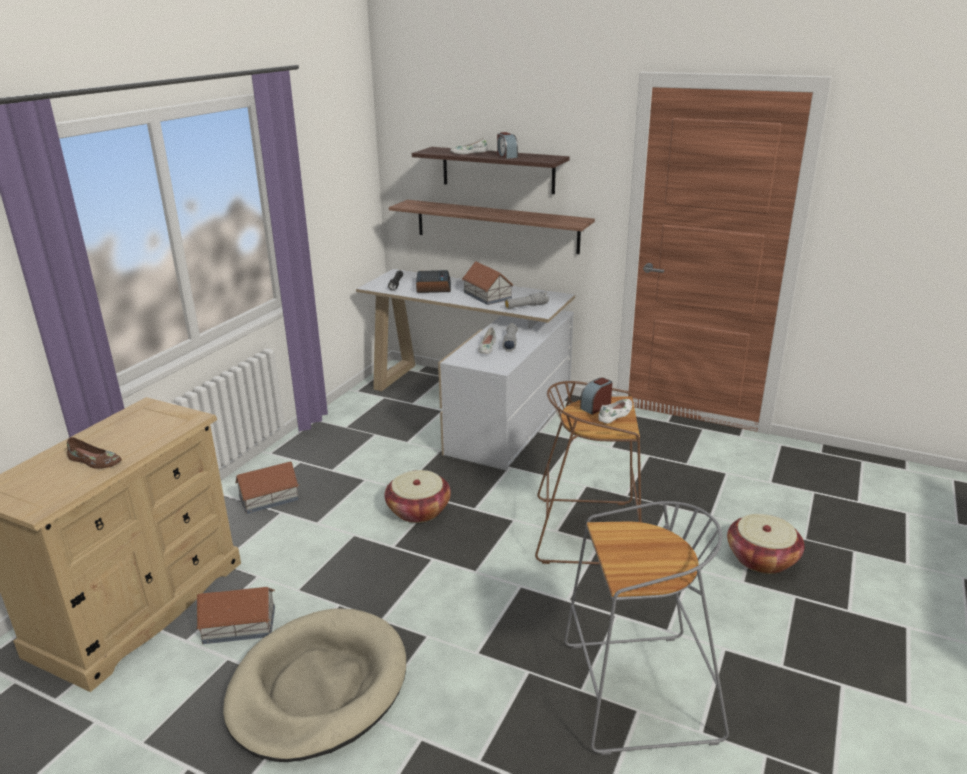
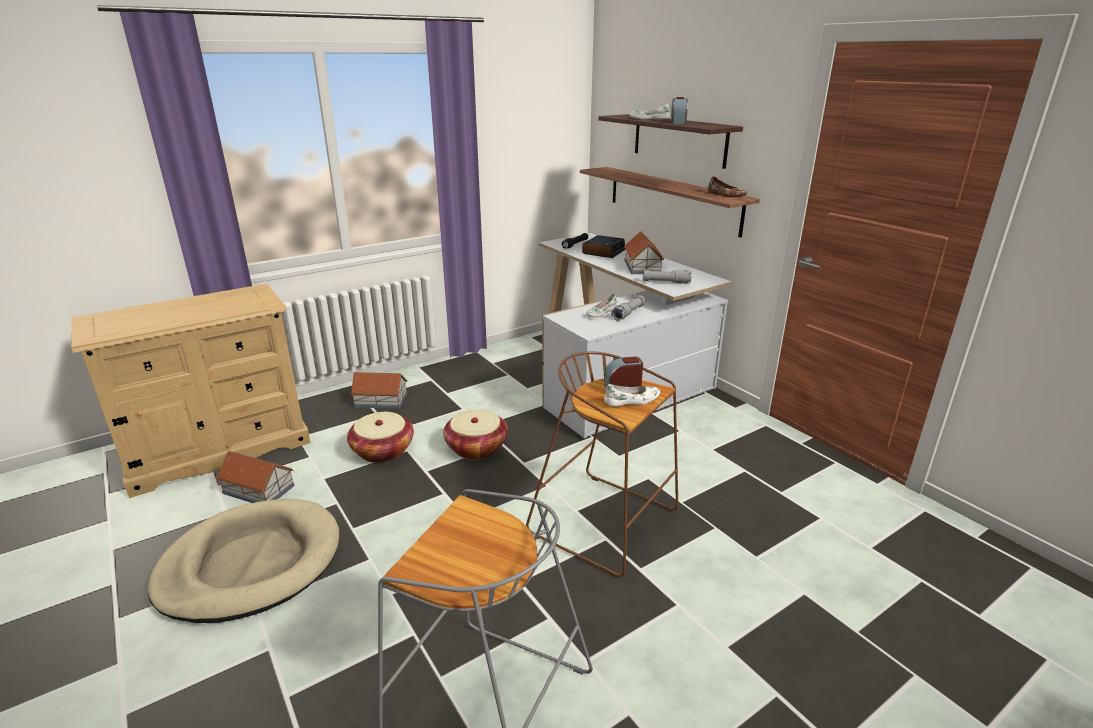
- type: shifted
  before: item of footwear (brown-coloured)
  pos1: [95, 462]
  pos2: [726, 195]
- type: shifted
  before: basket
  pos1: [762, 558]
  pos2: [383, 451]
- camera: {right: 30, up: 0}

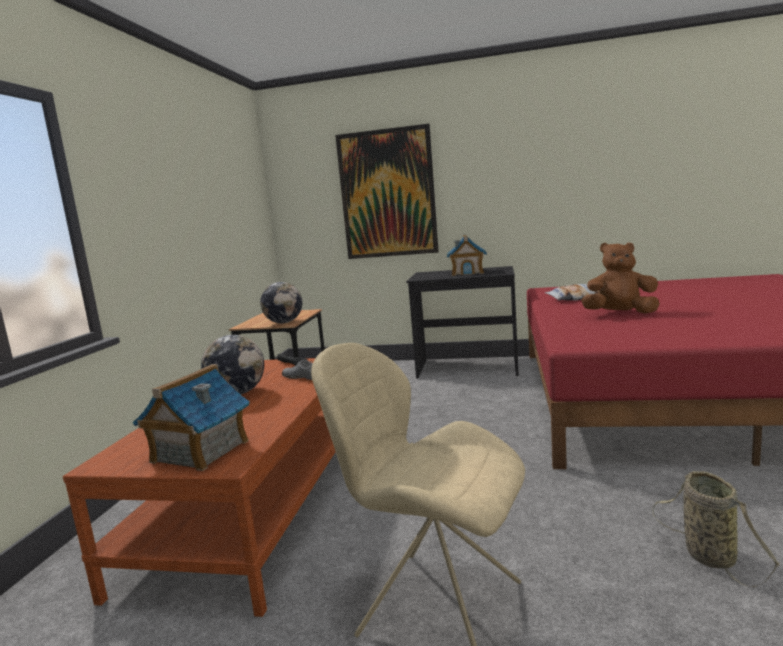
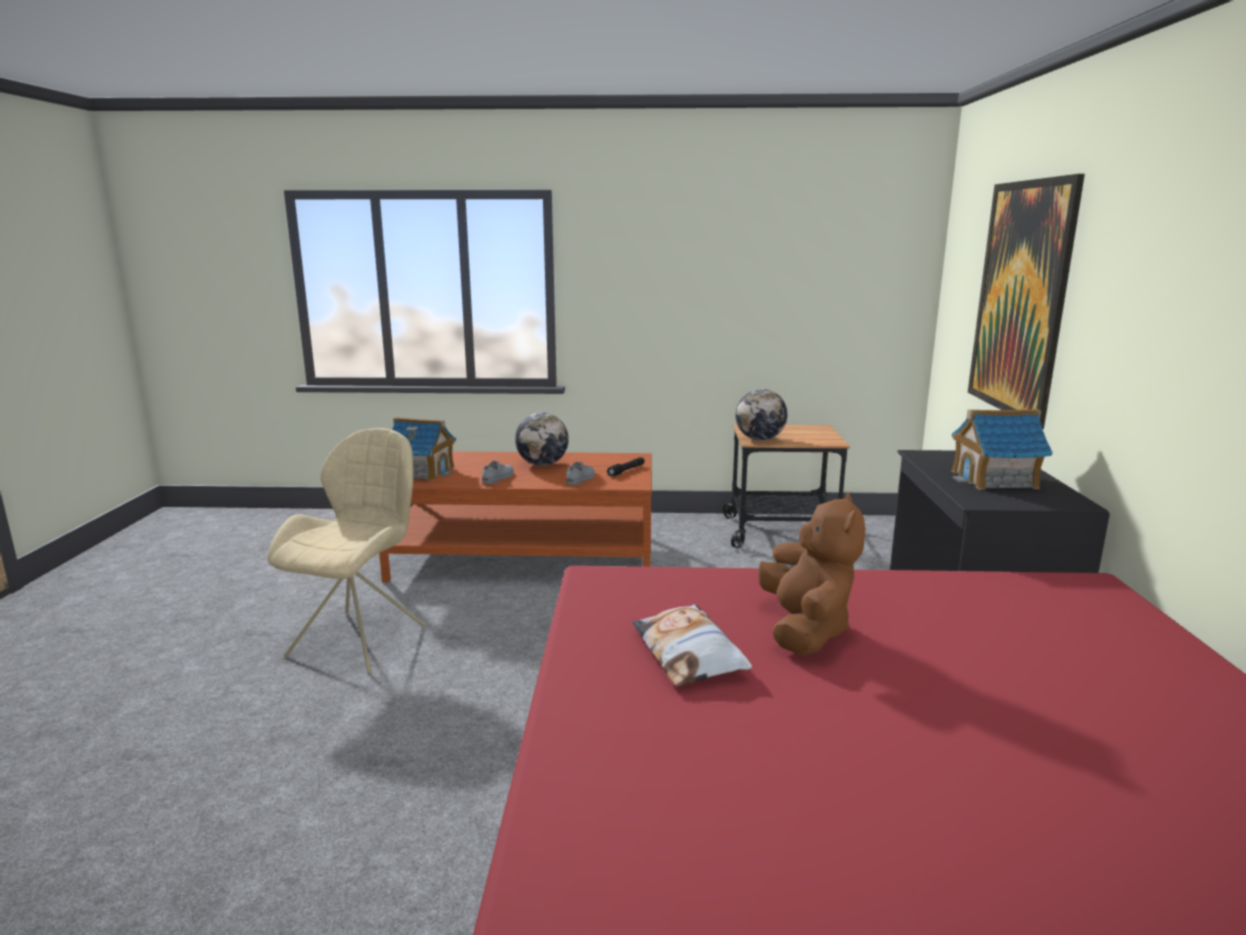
- type: shifted
  before: throw pillow
  pos1: [576, 298]
  pos2: [689, 653]
- type: gone
  before: basket
  pos1: [706, 554]
- type: new
  after: item of footwear (gray)
  pos2: [498, 478]
- camera: {right: 80, up: 5}

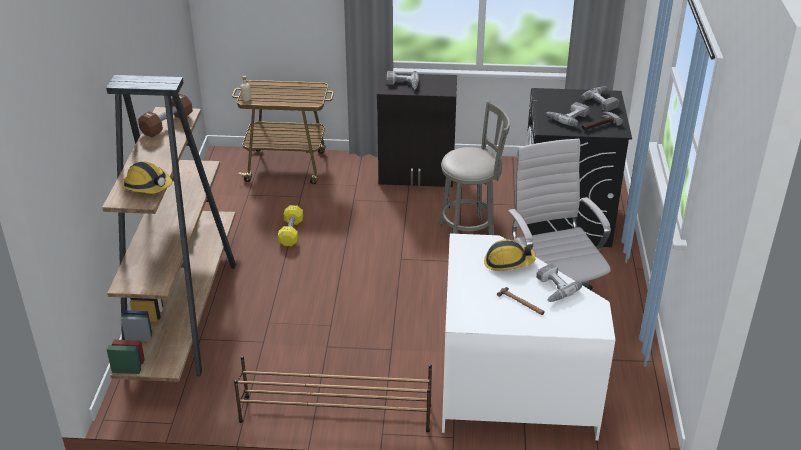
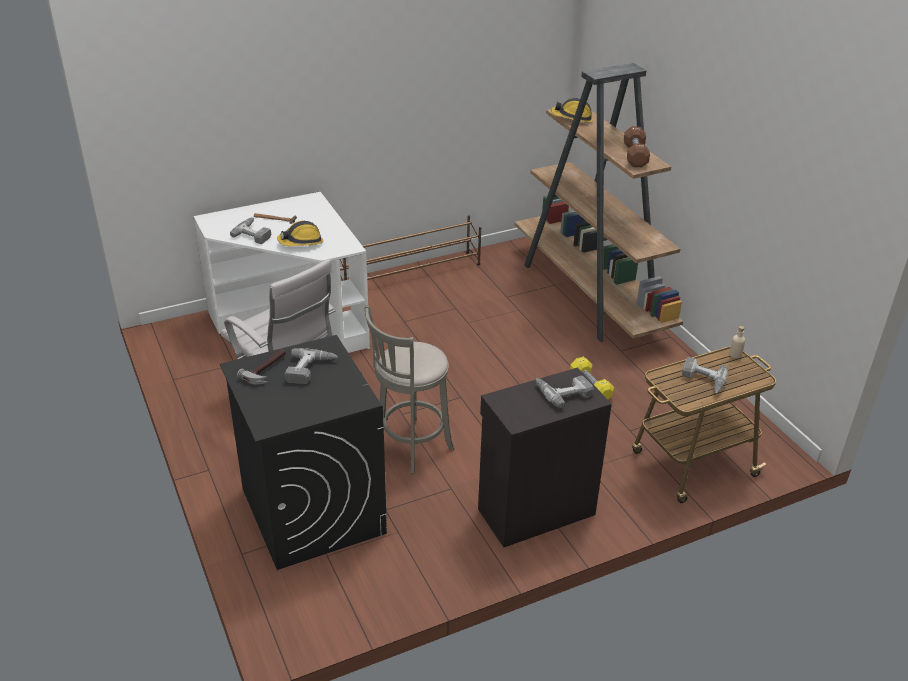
- type: shifted
  before: power drill
  pos1: [603, 101]
  pos2: [703, 380]
- camera: {right: 150, up: 0}

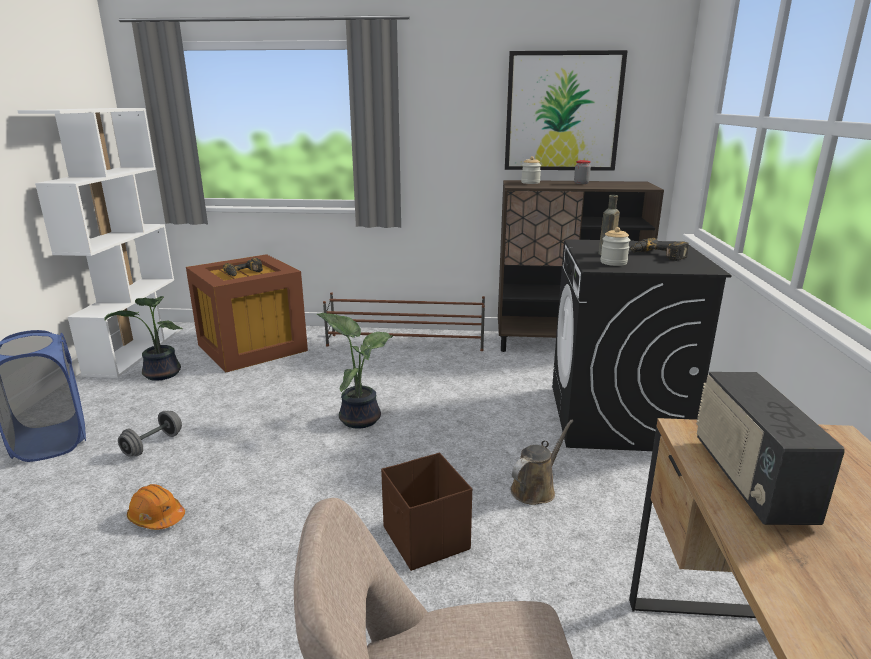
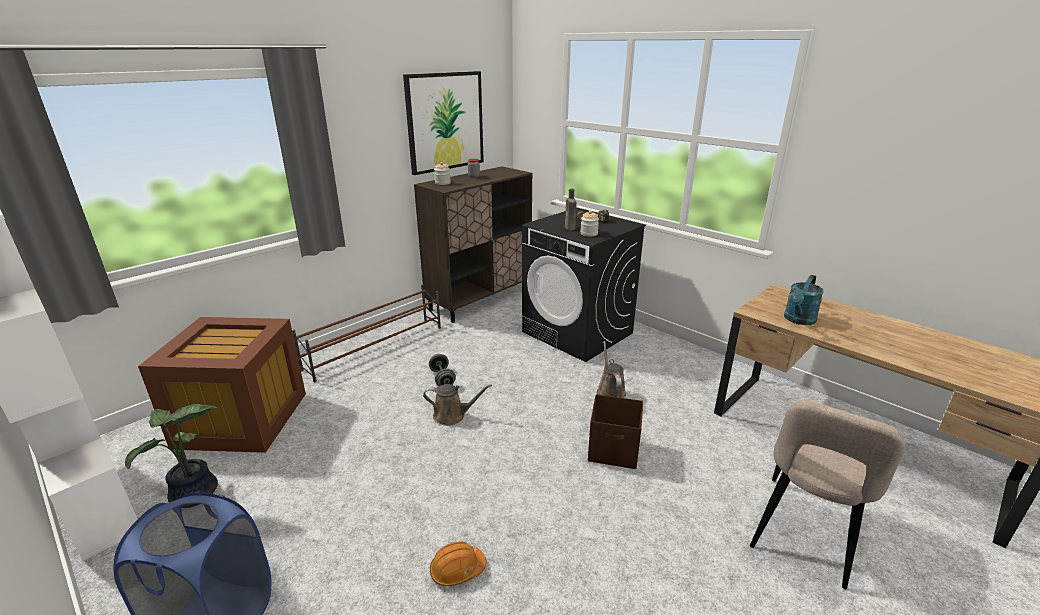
- type: shifted
  before: hand weight (gray)
  pos1: [153, 445]
  pos2: [442, 379]
- type: gone
  before: power drill
  pos1: [244, 273]
- type: swapped
  before: potted plant
  after: watering can (brown-coloured)
  pos1: [359, 418]
  pos2: [452, 415]
- type: swapped
  before: radio
  after: watering can (turquoise)
  pos1: [748, 480]
  pos2: [798, 320]
- camera: {right: -50, up: 5}

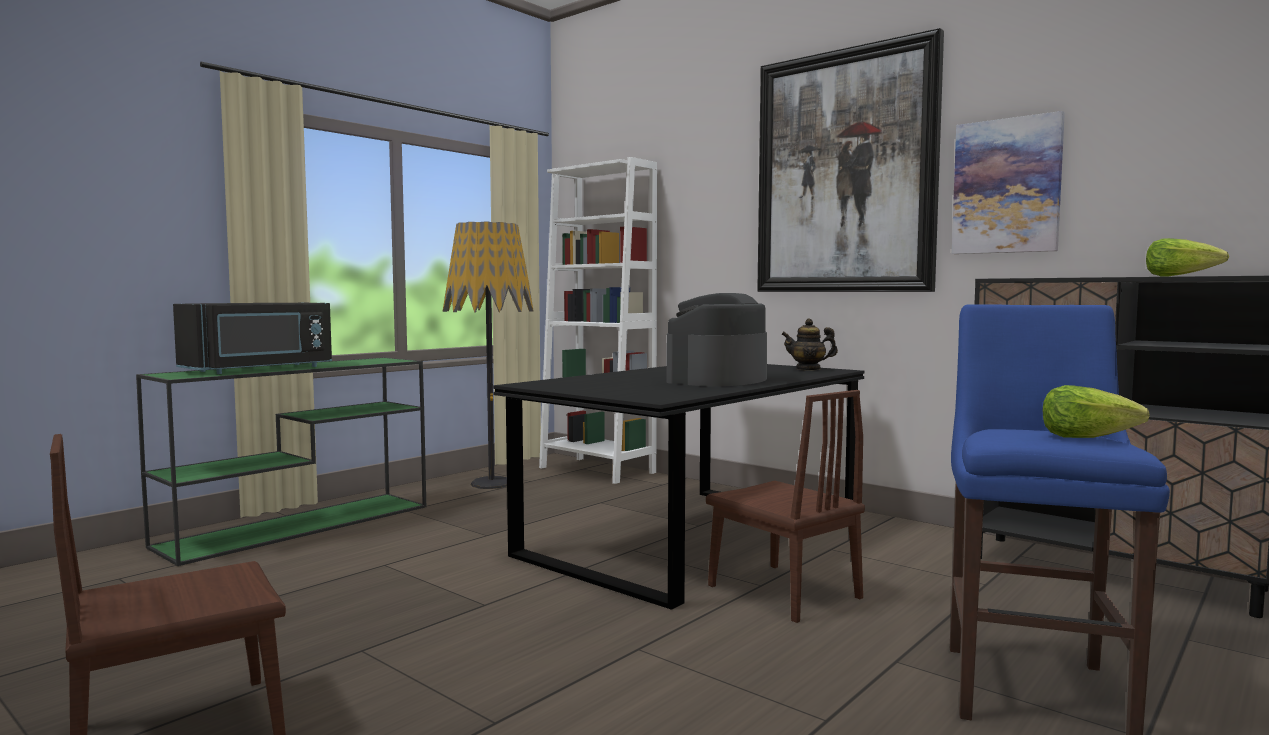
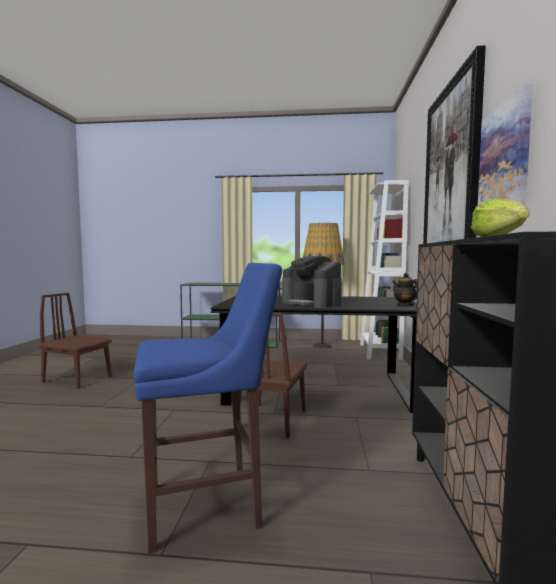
- type: gone
  before: microwave oven (black)
  pos1: [260, 369]
- type: rotated
  before: coffee machine
  pos1: [717, 380]
  pos2: [312, 303]
  turn: -135
- type: gone
  before: lettuce head
  pos1: [1087, 437]
- camera: {right: 55, up: 0}

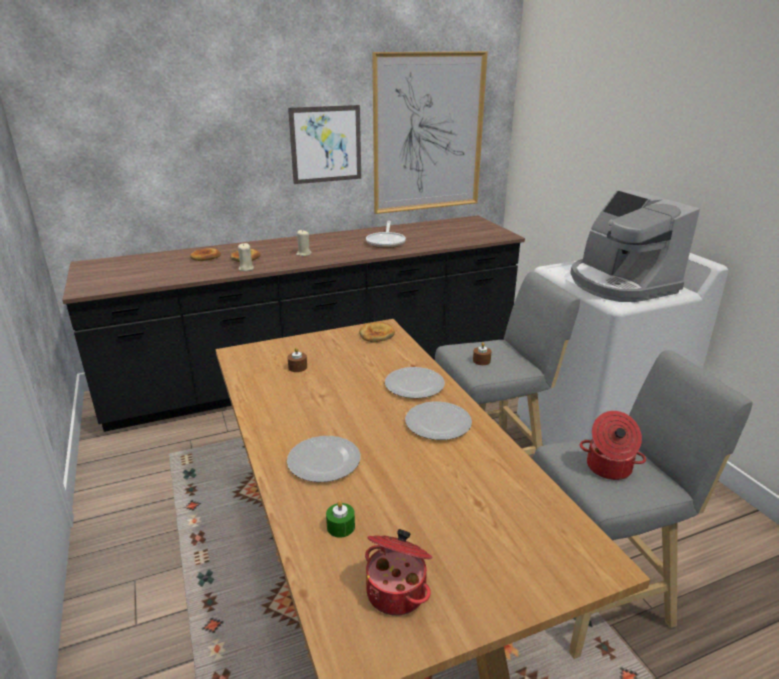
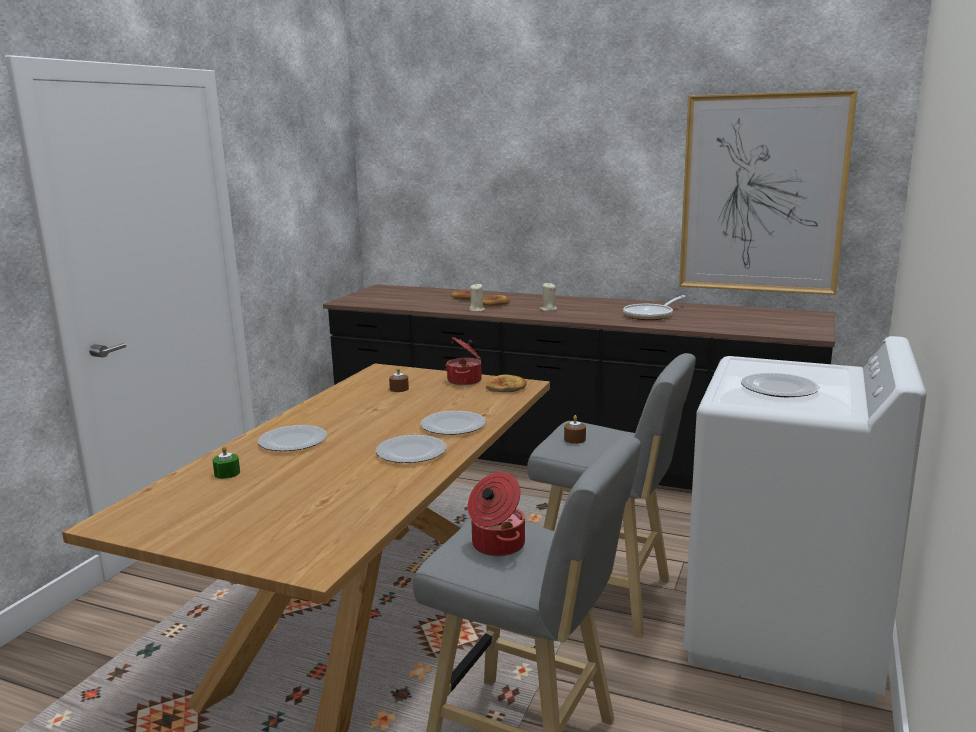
- type: gone
  before: wall picture
  pos1: [326, 144]
- type: shifted
  before: cooking pot
  pos1: [397, 591]
  pos2: [465, 380]
- type: swapped
  before: coffee machine
  after: flat dish
  pos1: [620, 284]
  pos2: [780, 389]
- camera: {right: 45, up: -10}

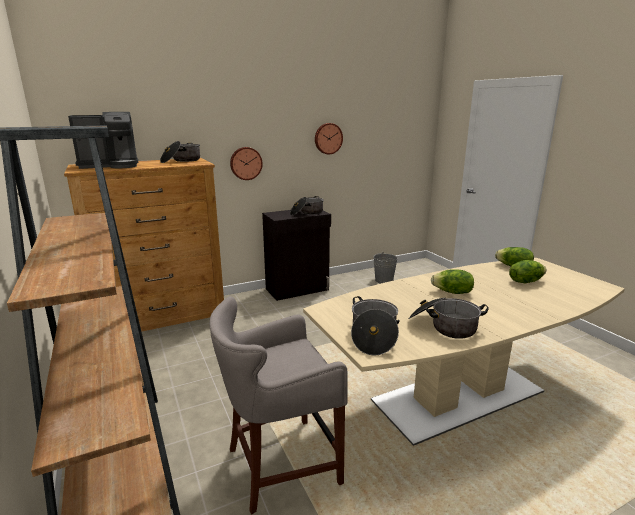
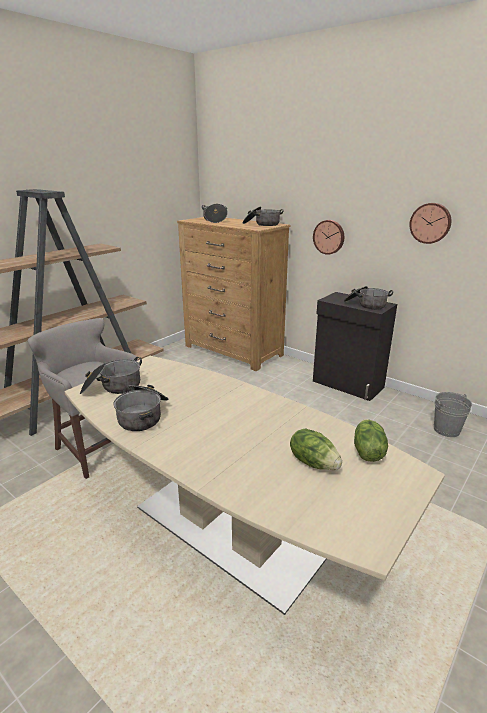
- type: swapped
  before: coffee machine
  after: cooking pot
  pos1: [111, 166]
  pos2: [215, 220]
- type: gone
  before: lettuce head
  pos1: [452, 292]
- camera: {right: 65, up: 5}

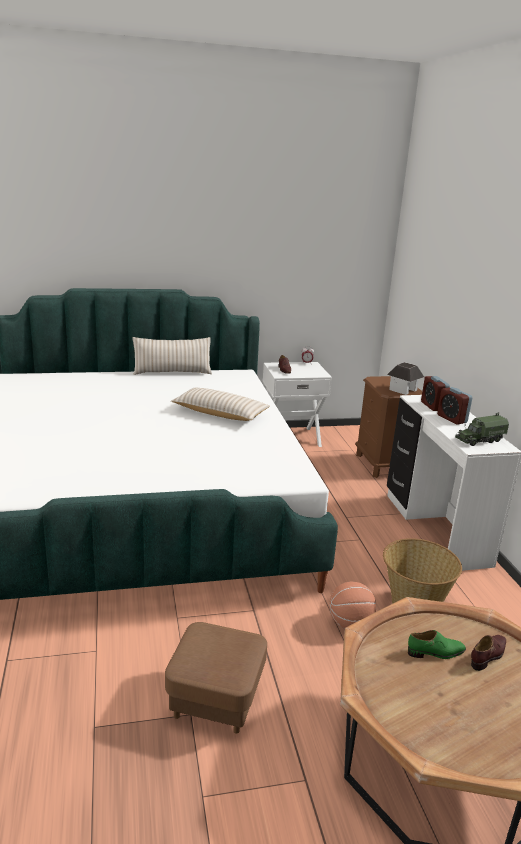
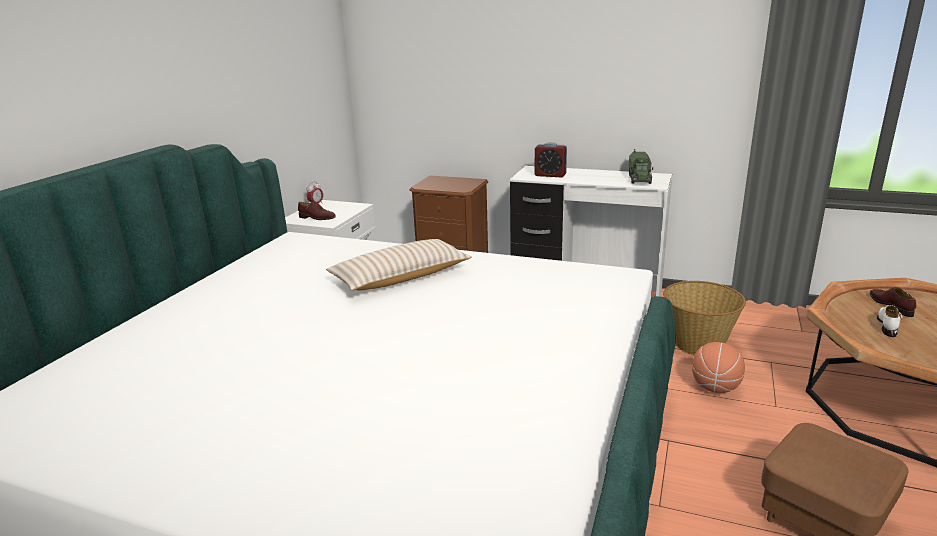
- type: gone
  before: throw pillow (beige-coloured)
  pos1: [172, 372]
- type: gone
  before: miniature house
  pos1: [403, 390]
- type: repainted
  before: item of footwear (greenish)
  after: item of footwear (white-coloured)
  pos1: [436, 652]
  pos2: [888, 325]
- type: gone
  before: bedside clock
  pos1: [451, 419]
- camera: {right: -55, up: 0}

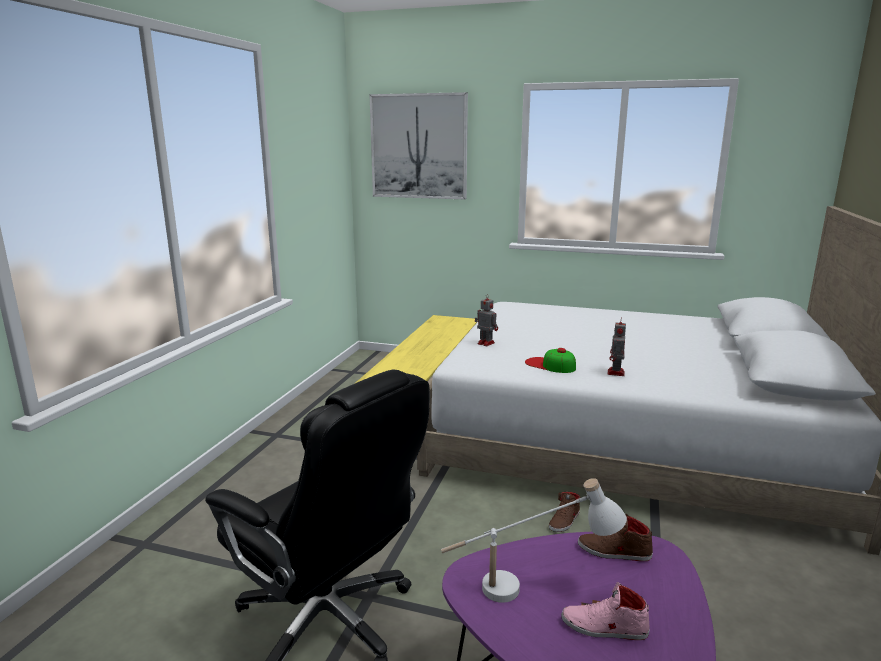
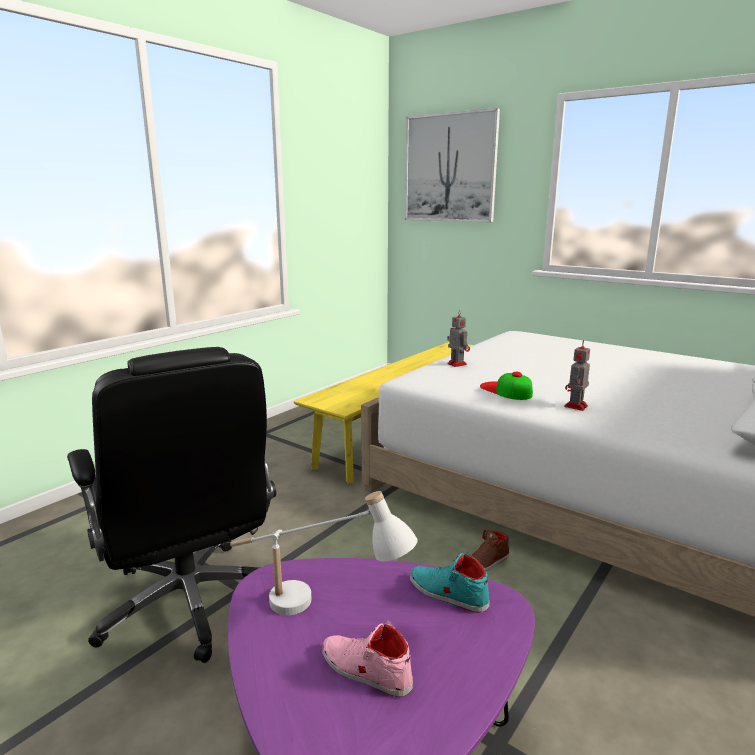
- type: repainted
  before: item of footwear (brown-coloured)
  after: item of footwear (turquoise)
  pos1: [614, 552]
  pos2: [447, 593]
- camera: {right: 20, up: 0}

